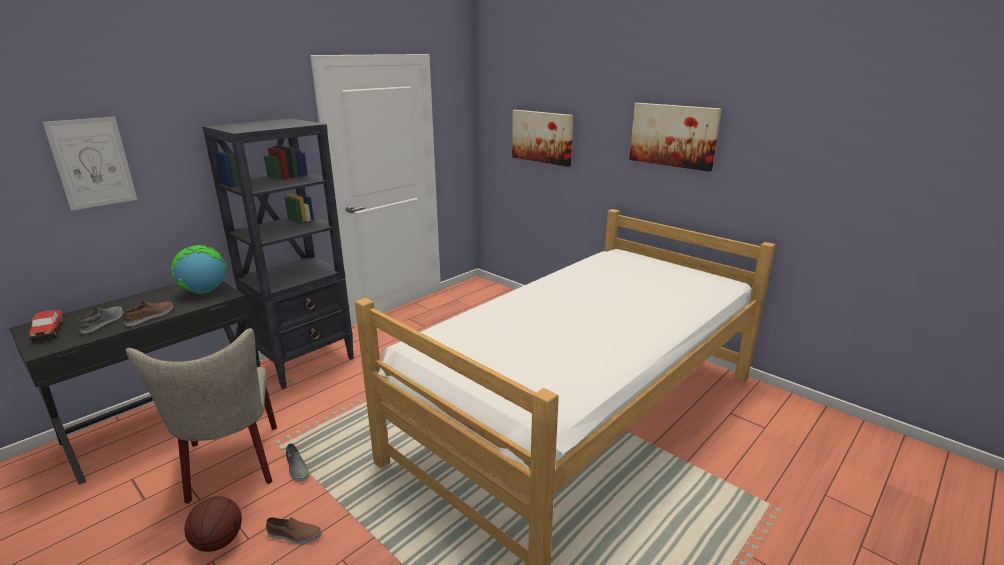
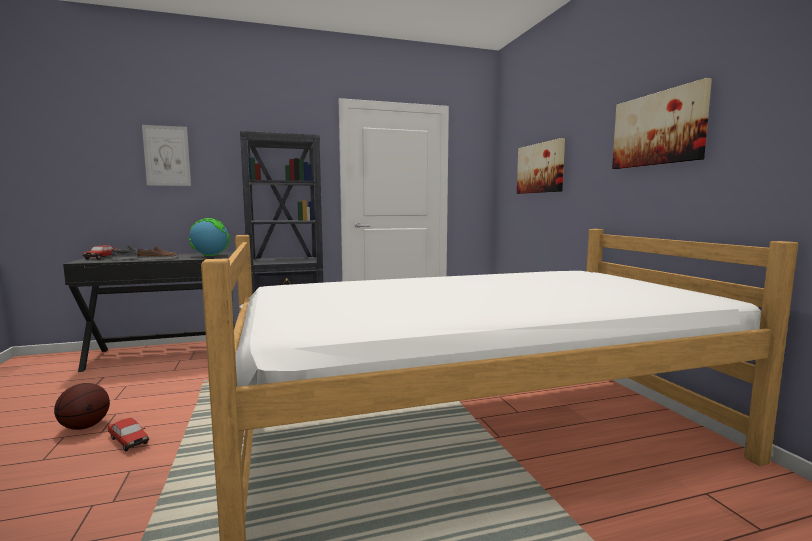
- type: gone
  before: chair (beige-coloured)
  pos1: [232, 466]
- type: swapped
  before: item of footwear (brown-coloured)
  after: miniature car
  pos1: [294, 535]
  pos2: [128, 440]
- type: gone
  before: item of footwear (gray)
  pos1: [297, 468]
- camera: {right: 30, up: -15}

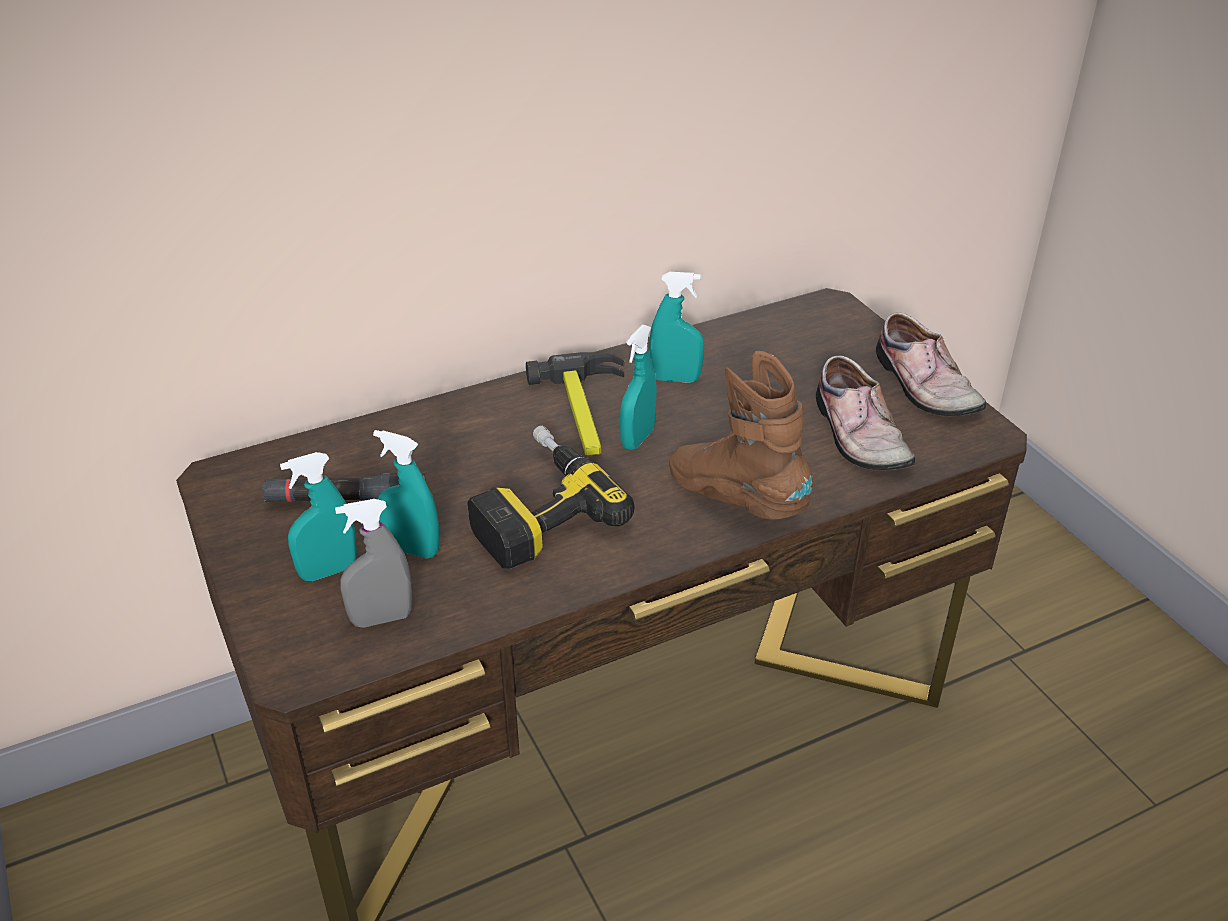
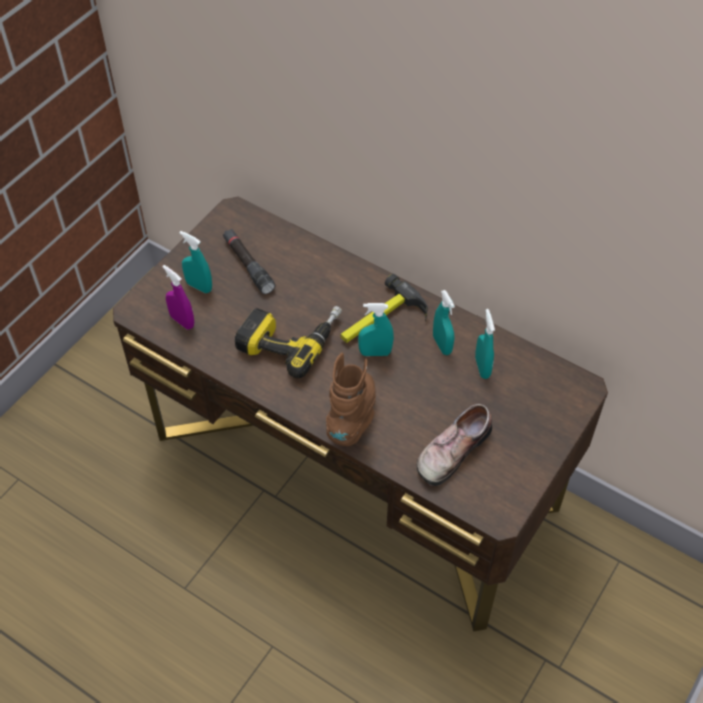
- type: repainted
  before: hand sprayer (gray)
  after: hand sprayer (purple)
  pos1: [381, 618]
  pos2: [182, 321]
- type: shifted
  before: hand sprayer (turquoise)
  pos1: [412, 549]
  pos2: [482, 367]
- type: gone
  before: item of footwear
  pos1: [922, 386]
- camera: {right: 60, up: 15}

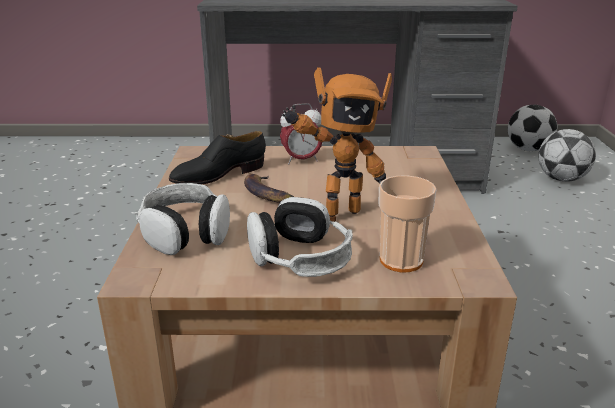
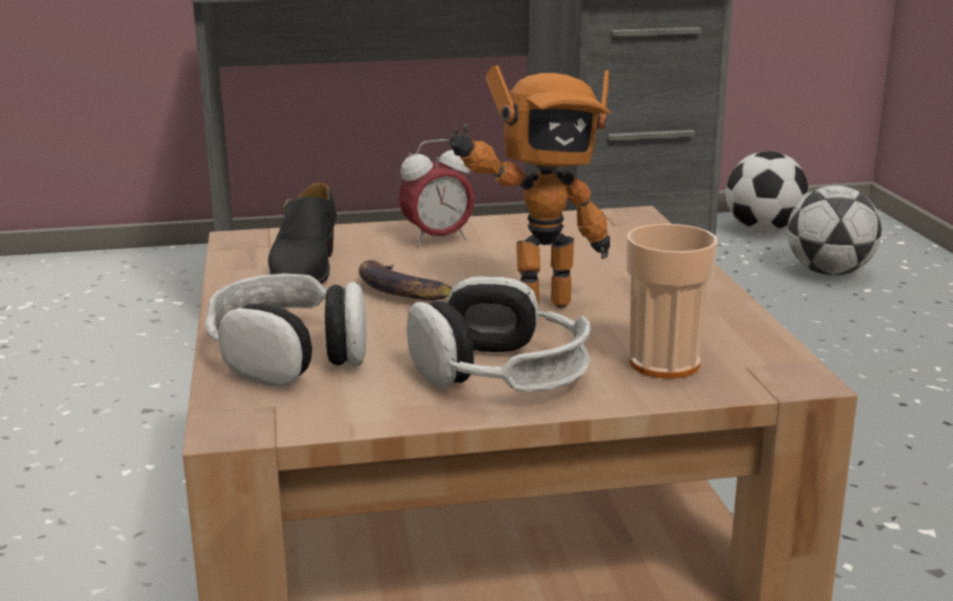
- type: rotated
  before: item of footwear (black)
  pos1: [219, 175]
  pos2: [304, 269]
  turn: -45
- camera: {right: -10, up: -5}

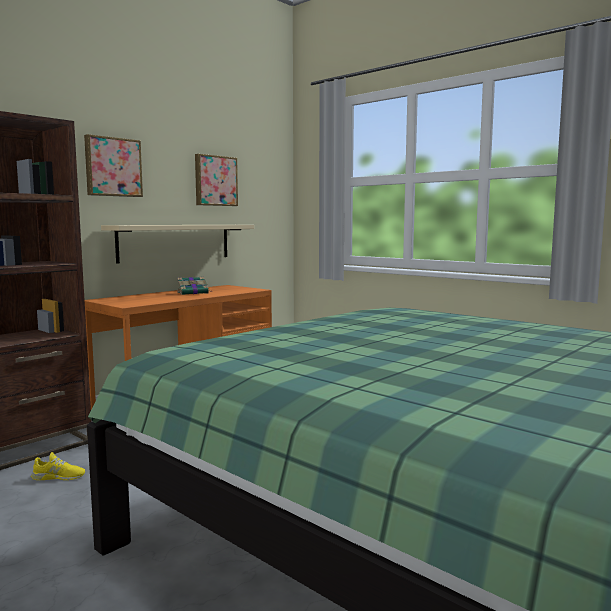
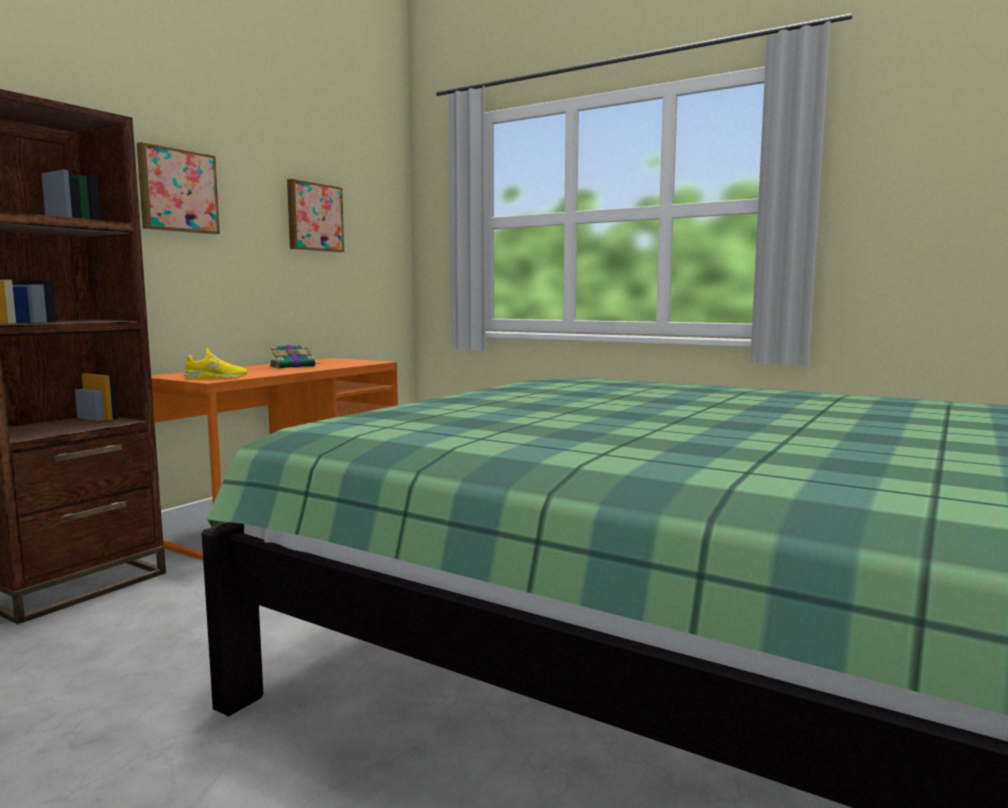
- type: shifted
  before: item of footwear (yellowish)
  pos1: [58, 477]
  pos2: [216, 378]
- type: gone
  before: wall shelf (beige-coloured)
  pos1: [175, 242]
- camera: {right: -10, up: 0}

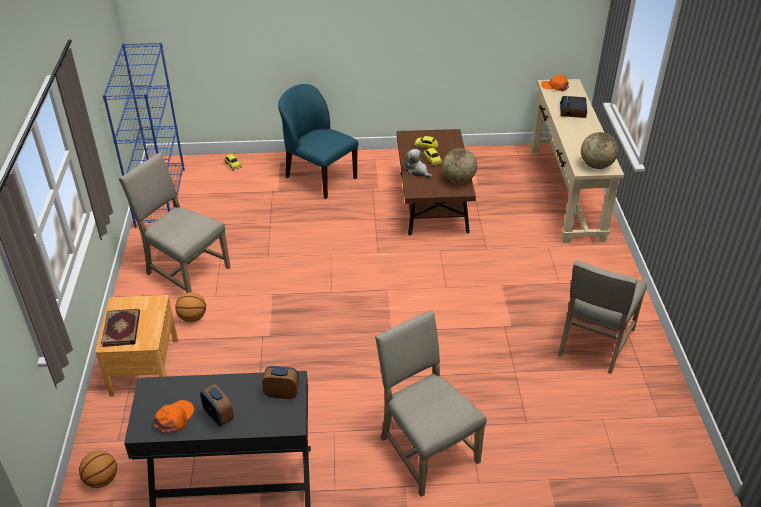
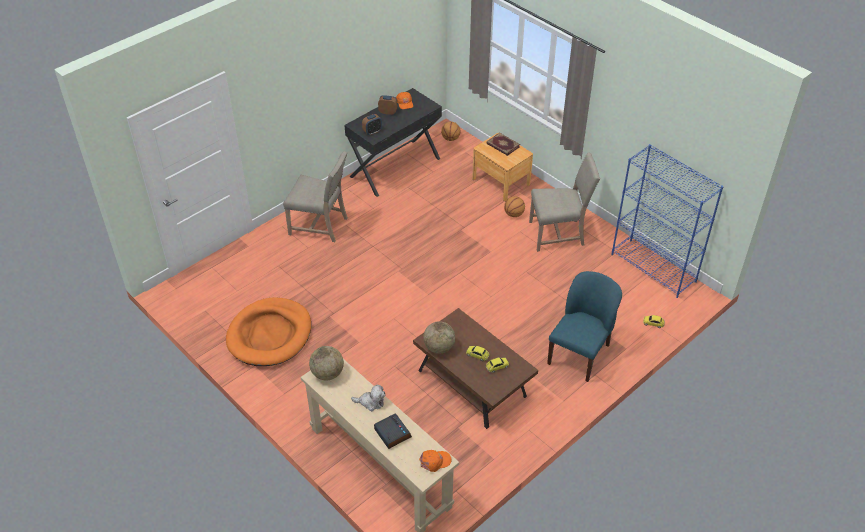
- type: rotated
  before: chair (blue-coloured)
  pos1: [320, 177]
  pos2: [579, 353]
  turn: -60
- type: shifted
  before: plush toy
  pos1: [417, 171]
  pos2: [371, 402]
- type: swapped
  before: chair (beige-coloured)
  after: dog cushion (orange)
  pos1: [593, 343]
  pos2: [270, 335]
- camera: {right: 140, up: 5}

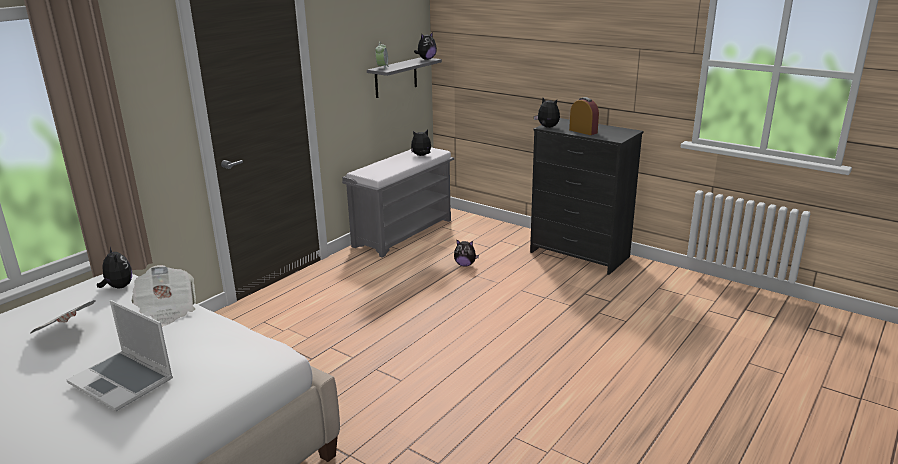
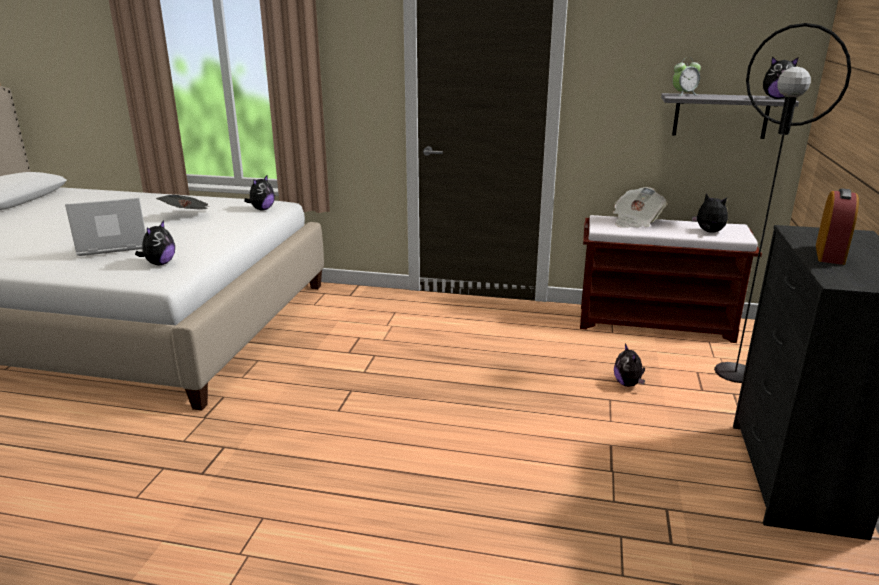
- type: rotated
  before: laptop
  pos1: [123, 381]
  pos2: [113, 245]
  turn: 60
- type: shifted
  before: daily paper
  pos1: [167, 310]
  pos2: [635, 222]
- type: repainted
  before: long seat (gray)
  after: long seat (brown-coloured)
  pos1: [403, 232]
  pos2: [656, 323]
- type: shifted
  before: plush toy
  pos1: [547, 127]
  pos2: [159, 264]
- type: new
  after: floor lamp (black)
  pos2: [735, 373]
- camera: {right: 65, up: 0}

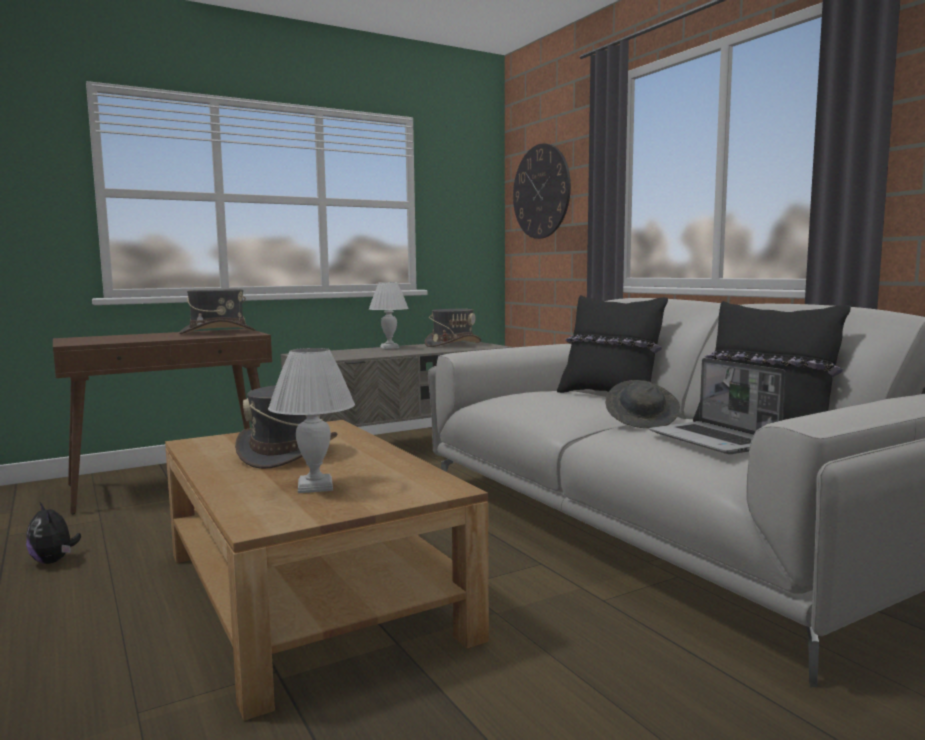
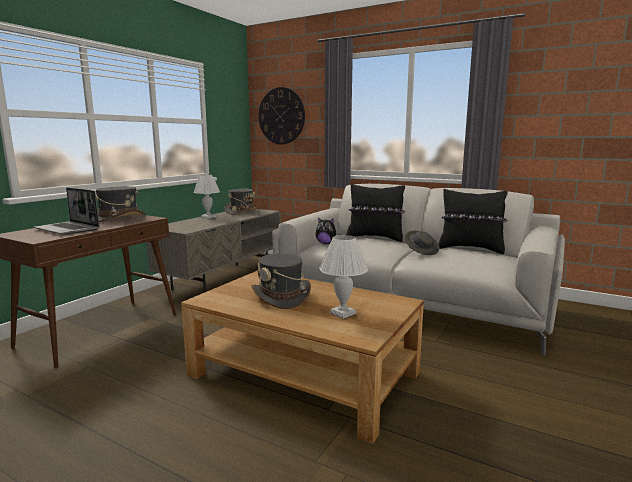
- type: shifted
  before: plush toy
  pos1: [54, 561]
  pos2: [326, 243]
- type: shifted
  before: laptop
  pos1: [715, 440]
  pos2: [68, 229]
- camera: {right: -30, up: 5}

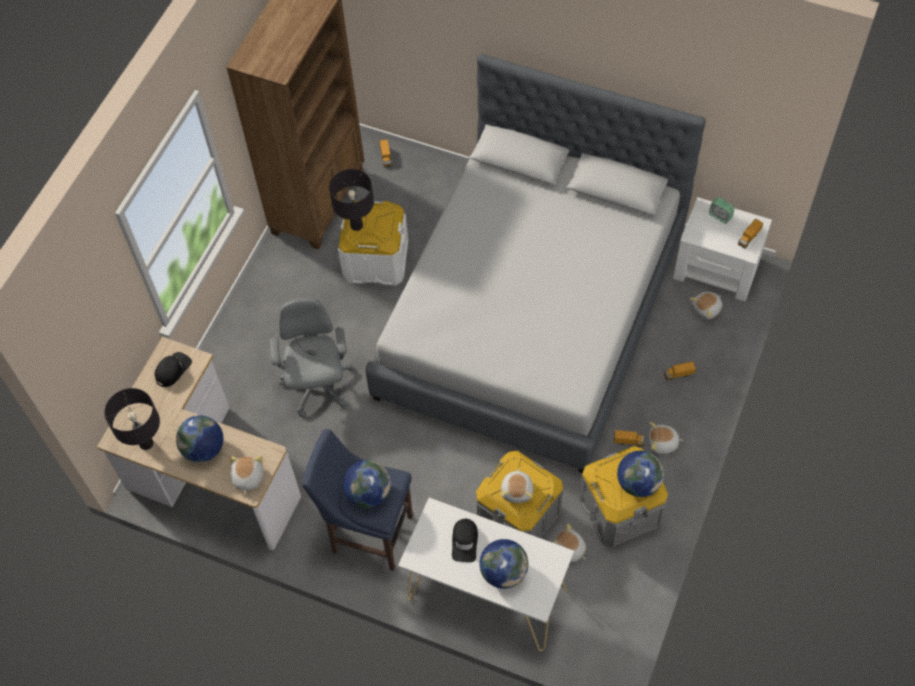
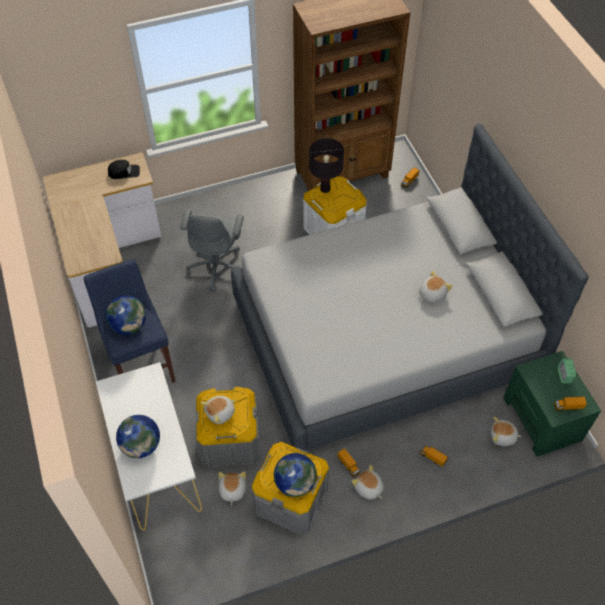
- type: gone
  before: lamp for a table (black)
  pos1: [146, 443]
- type: gone
  before: desk globe
  pos1: [204, 449]
- type: shifted
  before: plush toy
  pos1: [247, 477]
  pos2: [431, 294]
- type: rotated
  before: desk chair (gray)
  pos1: [318, 386]
  pos2: [217, 267]
  turn: 150
- type: gone
  before: cap (black)
  pos1: [465, 541]
- type: repainted
  before: night table (white-coloured)
  after: night table (greenish)
  pos1: [717, 268]
  pos2: [542, 419]
- camera: {right: 45, up: -5}

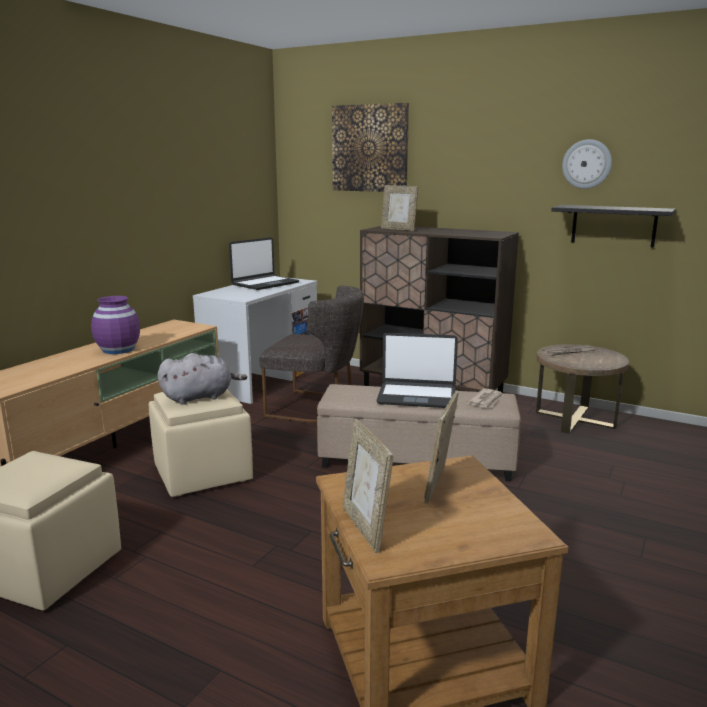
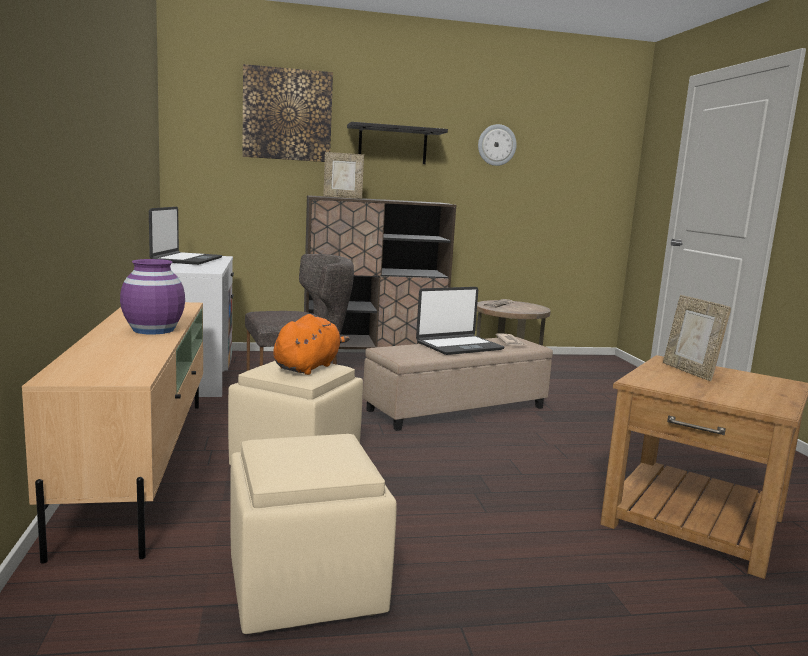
- type: repainted
  before: plush toy (gray)
  after: plush toy (orange)
  pos1: [200, 397]
  pos2: [308, 367]
- type: gone
  before: standing frame
  pos1: [365, 528]
- type: shifted
  before: wall shelf (black)
  pos1: [613, 225]
  pos2: [392, 145]
- camera: {right: -40, up: -5}

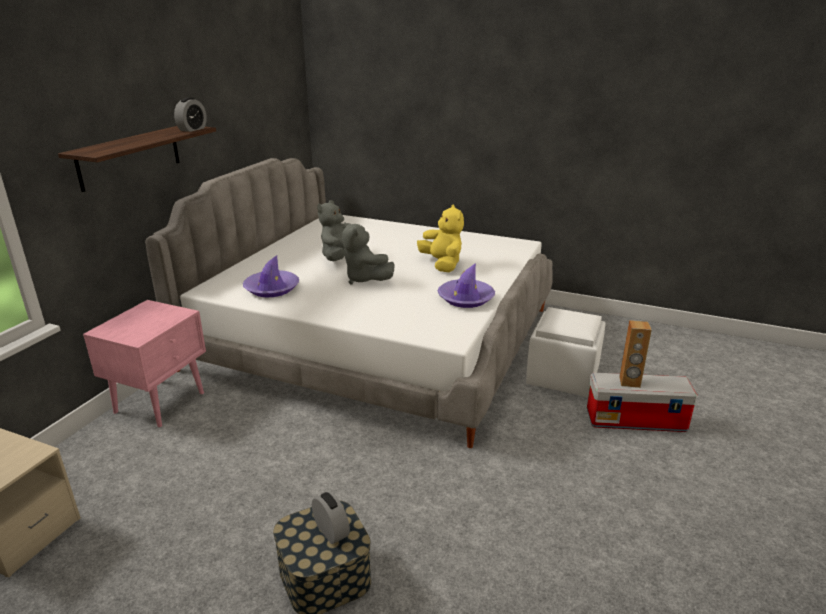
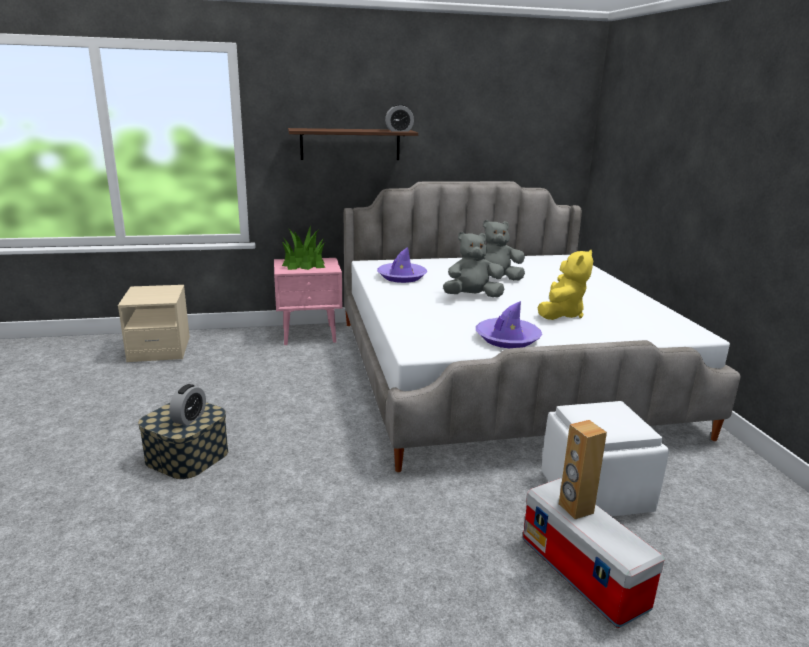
- type: rotated
  before: plush toy (gray)
  pos1: [365, 279]
  pos2: [472, 297]
  turn: 60
- type: new
  after: potted plant
  pos2: [303, 264]
- camera: {right: 55, up: -5}

